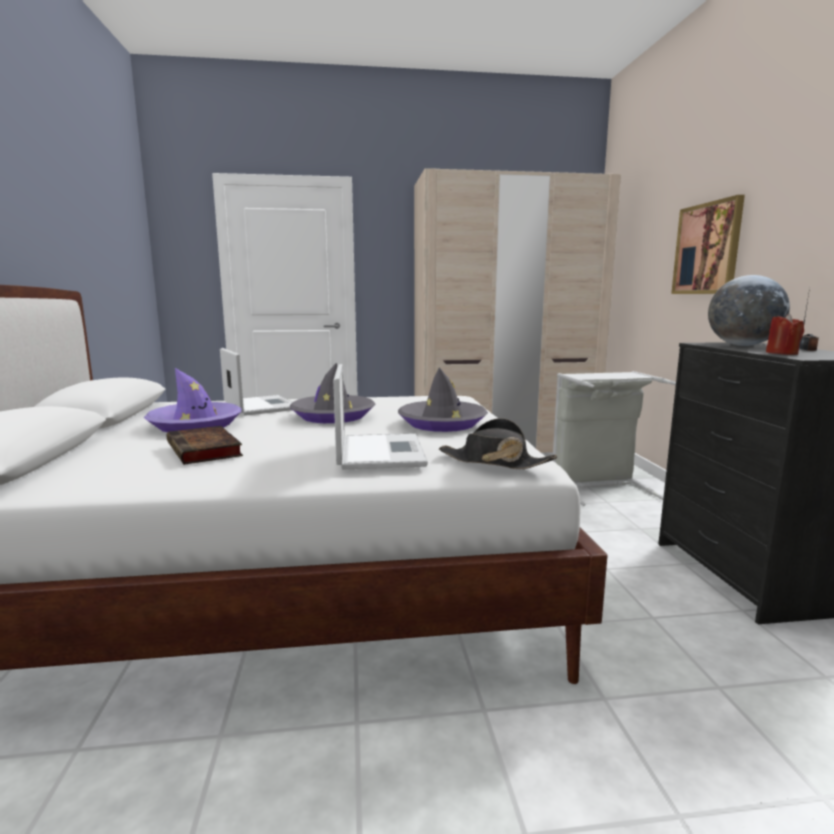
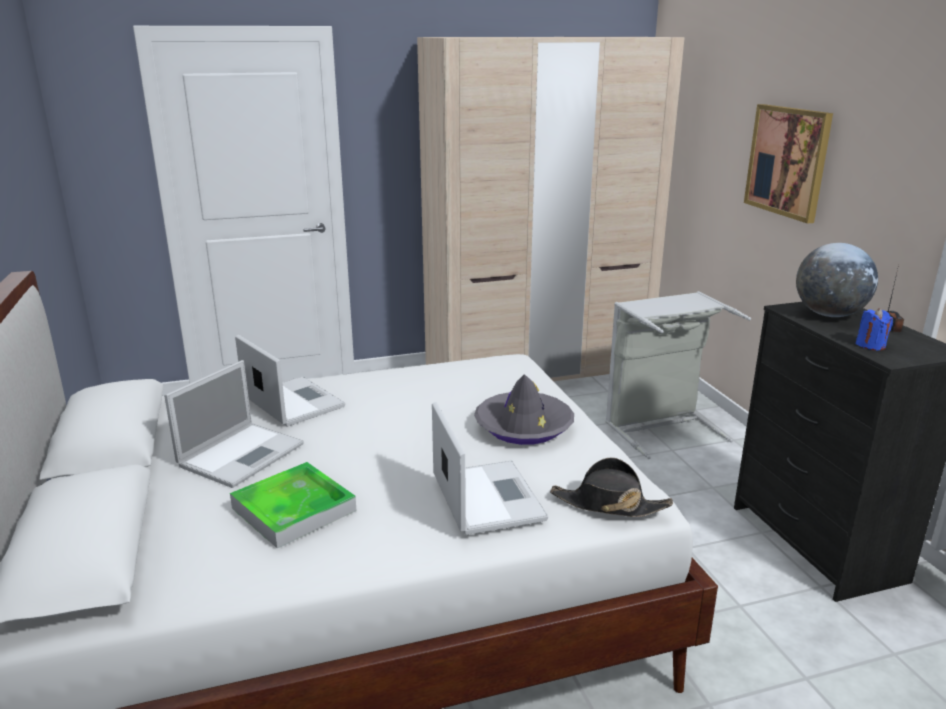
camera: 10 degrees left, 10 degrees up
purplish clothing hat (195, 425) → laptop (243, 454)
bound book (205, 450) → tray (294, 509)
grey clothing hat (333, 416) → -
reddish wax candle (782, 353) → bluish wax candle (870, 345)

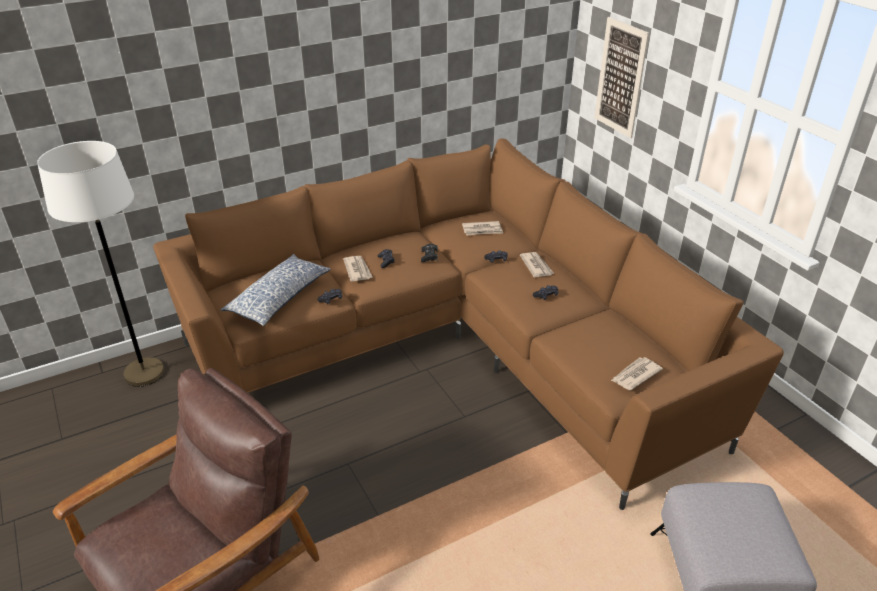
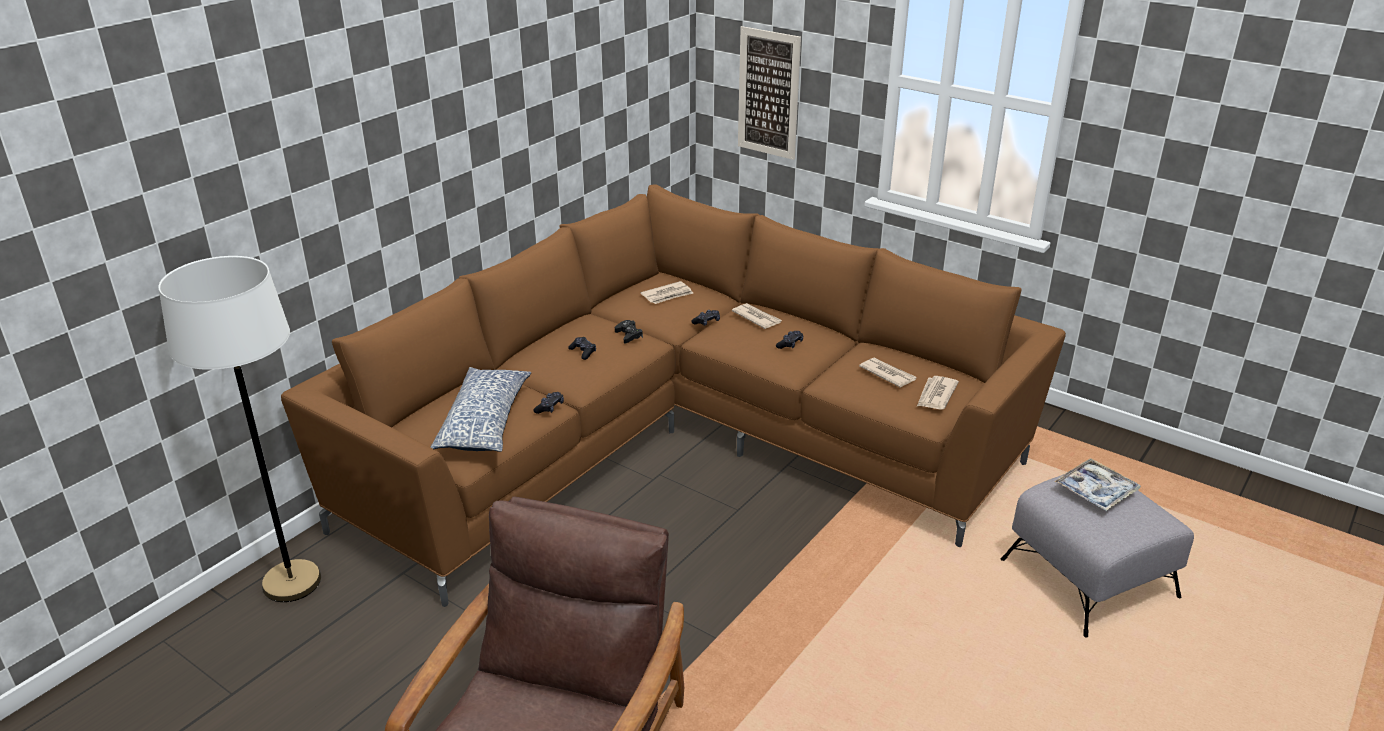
camera: 25 degrees left, 5 degrees down
printed paper (357, 270) → printed paper (887, 374), moved
- → tray (1096, 491)

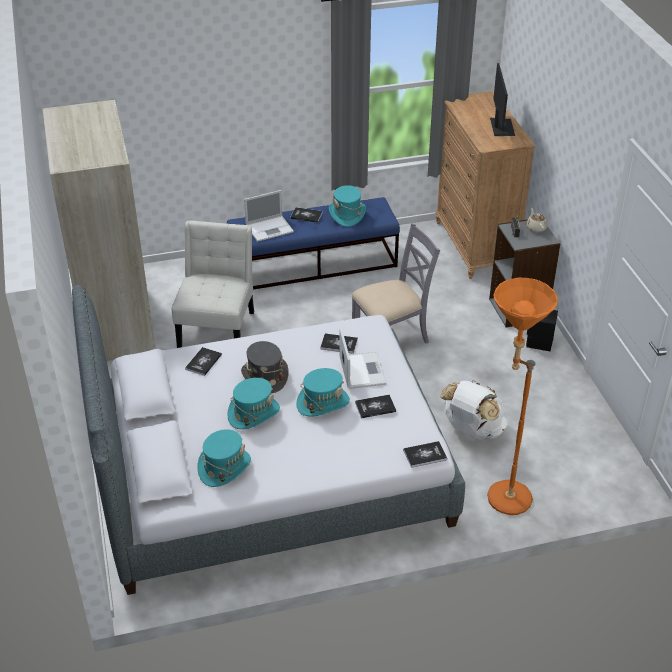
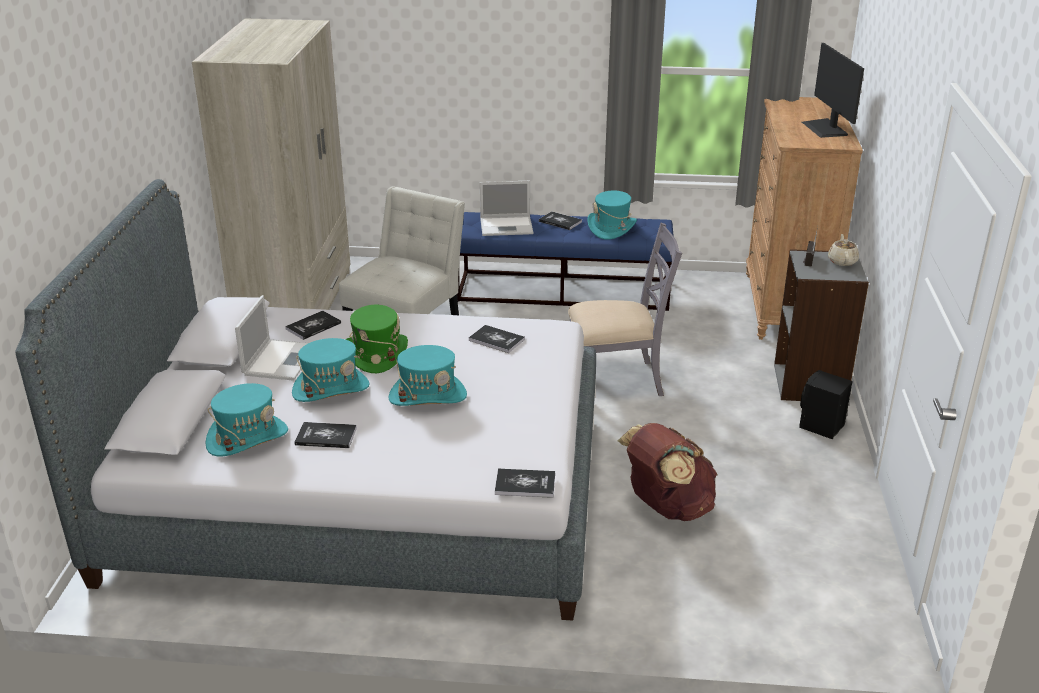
camera: 20 degrees right, 10 degrees down
grey clothing hat (264, 376) → green-coloured clothing hat (376, 354)
laptop (361, 370) → laptop (280, 359), moved
bound book (375, 407) → bound book (326, 436), moved
white-coloured rucksack (472, 430) → brown-coloured rucksack (666, 507)
orange standing lamp (500, 494) → -
computer screen (501, 127) → computer screen (825, 128), 150 degrees clockwise

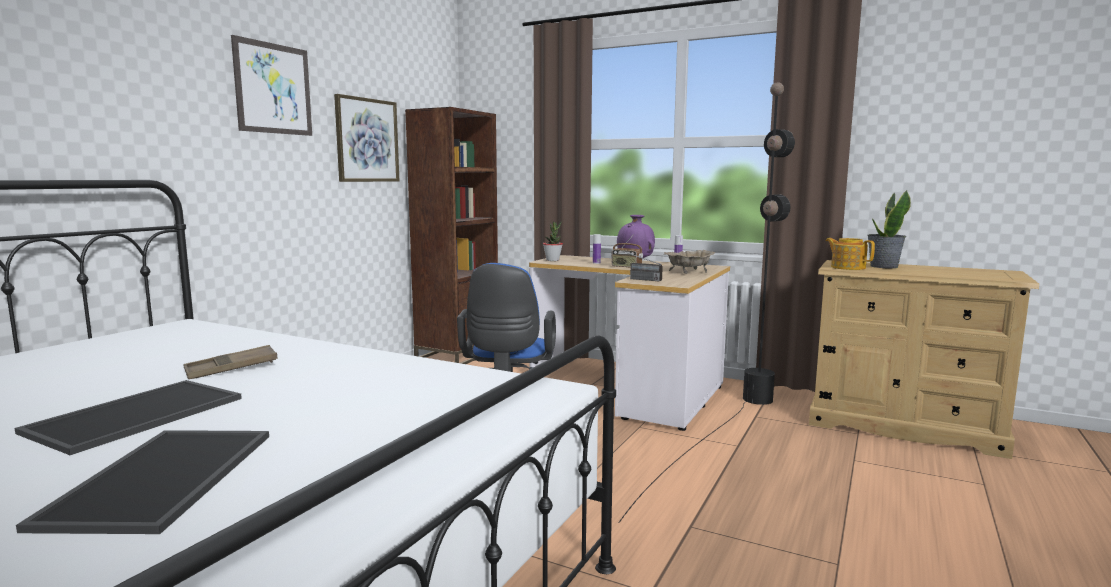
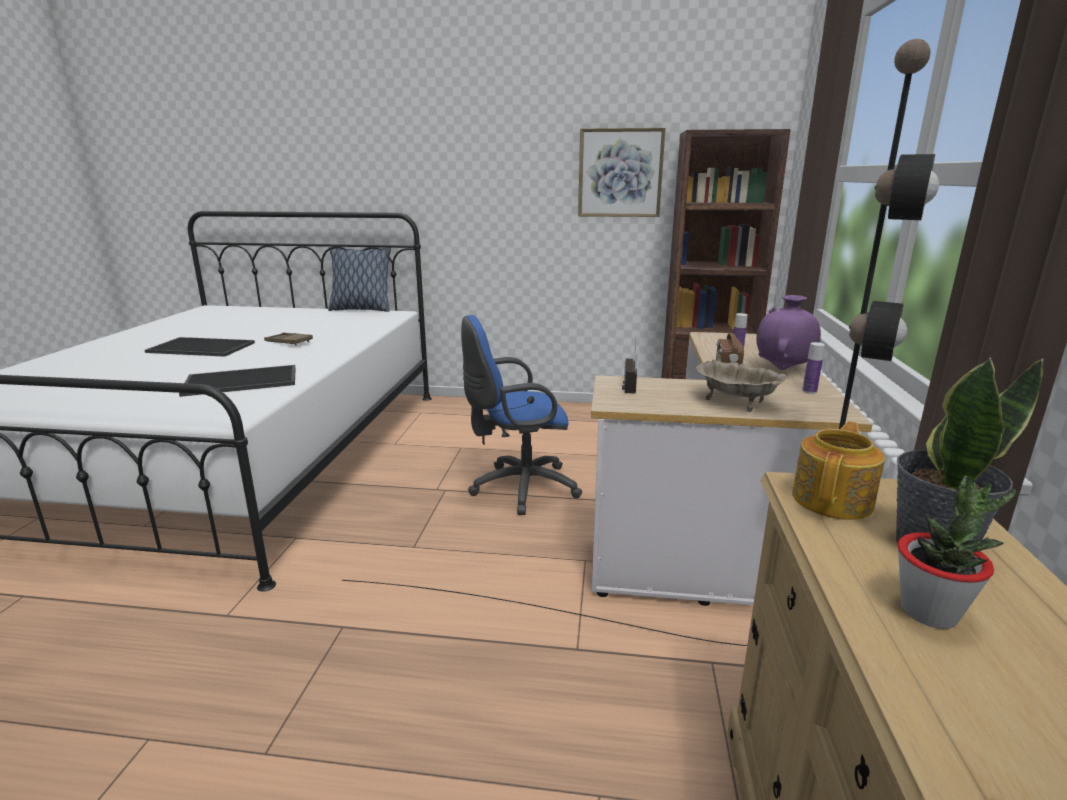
camera: 70 degrees right, 10 degrees up
tray (165, 478) → tray (240, 382), moved
picture (273, 88) → -
houseplant (552, 260) → houseplant (929, 612), moved
- → cushion (361, 309)

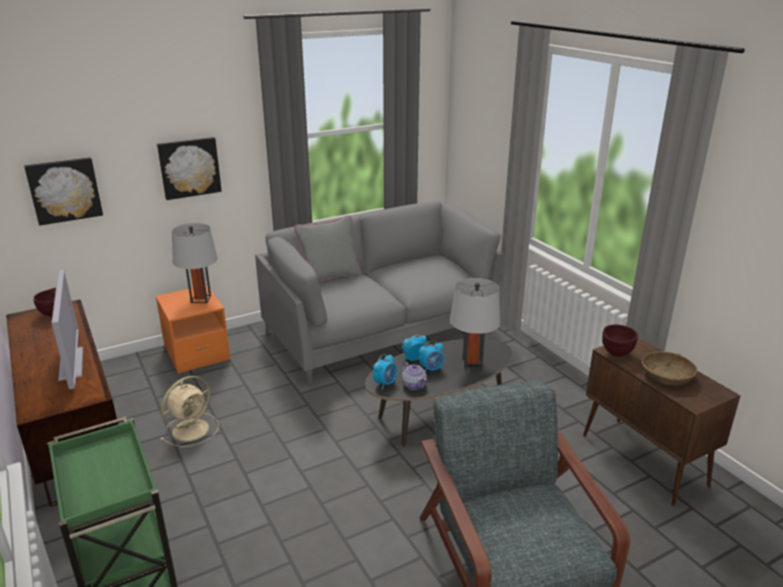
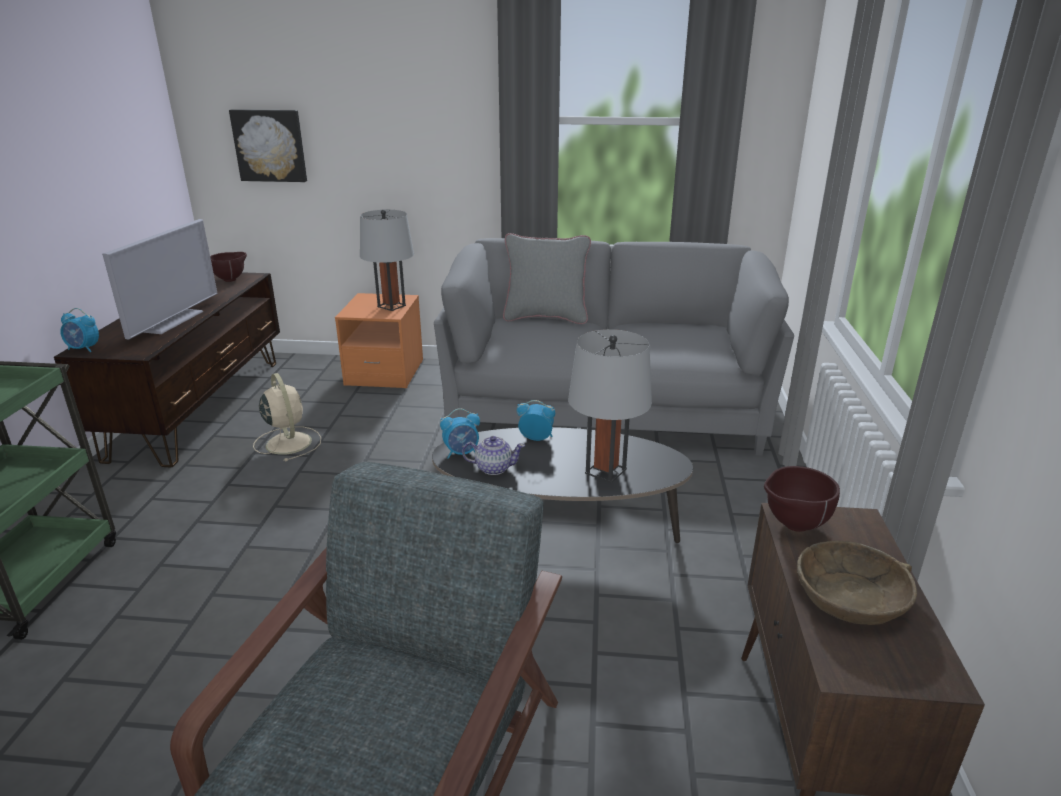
camera: 35 degrees right, 0 degrees up
picture (189, 167) → -
beige electric fan (192, 429) → beige electric fan (288, 442), 105 degrees counterclockwise
tea pot (414, 385) → tea pot (493, 468), 90 degrees counterclockwise
alarm clock (431, 369) → alarm clock (84, 349), moved

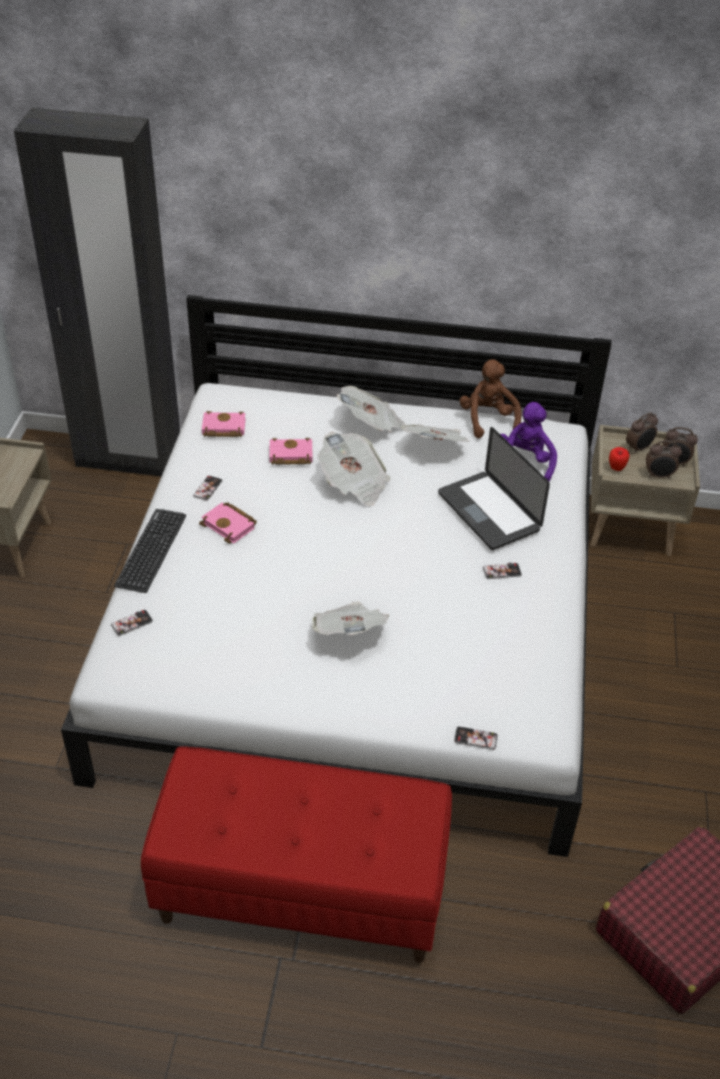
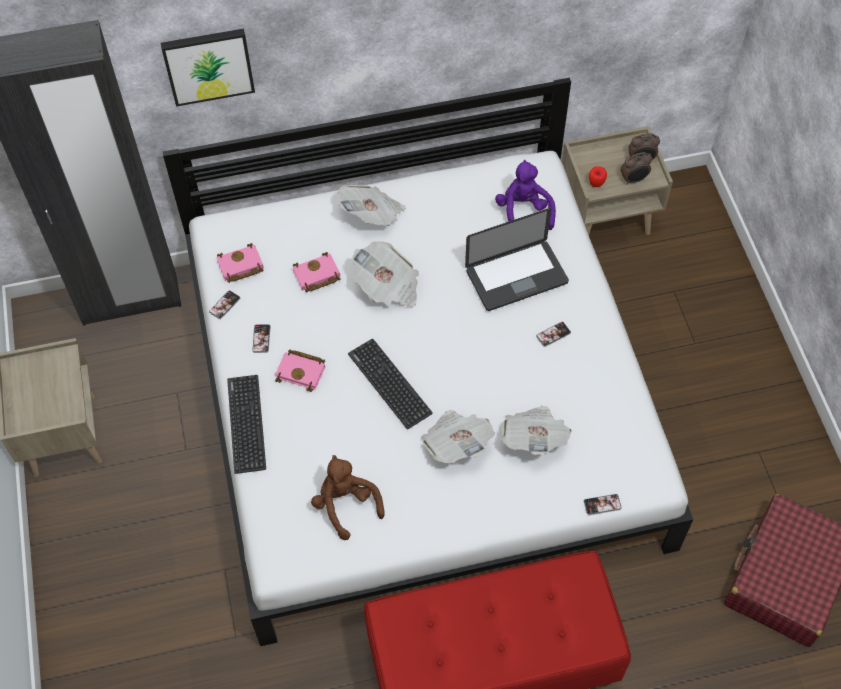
camera: 20 degrees left, 15 degrees up
handset (132, 623) → handset (224, 305), moved
printed paper (436, 447) → printed paper (534, 438), moved
laptop (488, 512) → laptop (516, 276), 60 degrees counterclockwise
brown-coloured cuddly toy (488, 420) → brown-coloured cuddly toy (346, 505), moved
alarm clock (639, 448) → -
- → picture (208, 65)
- → computer keyboard (389, 383)

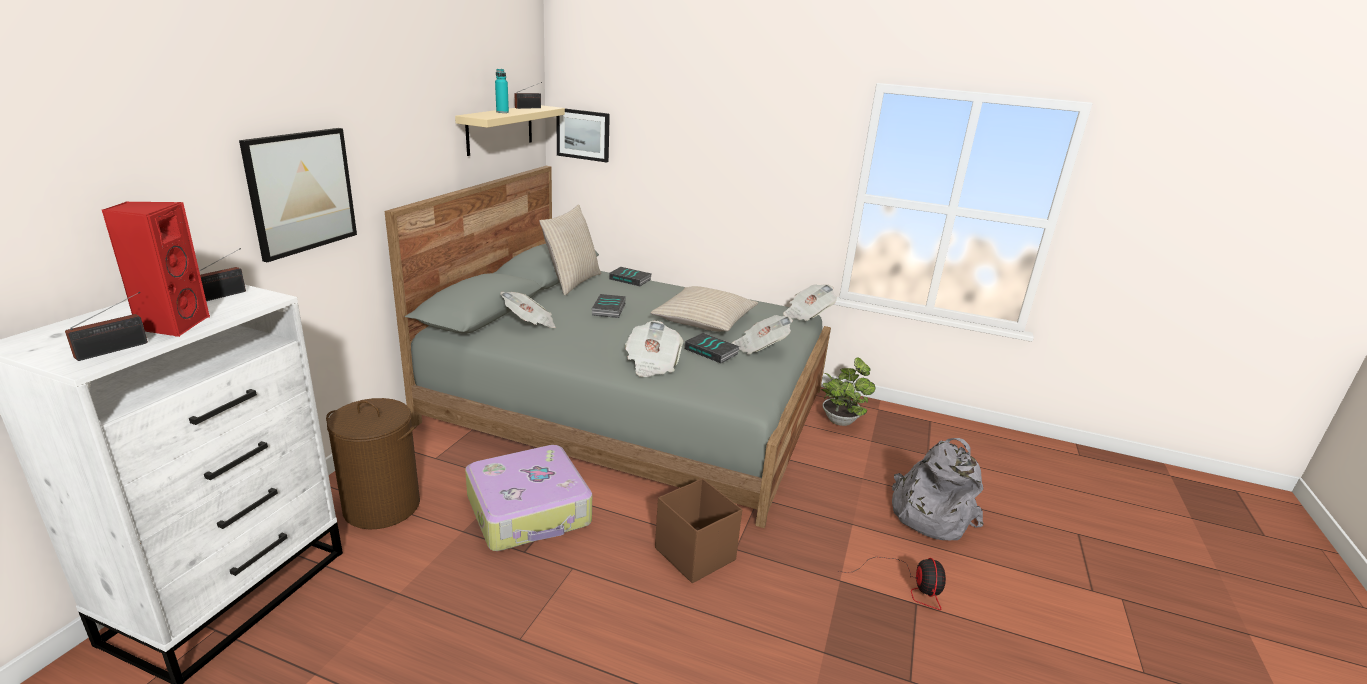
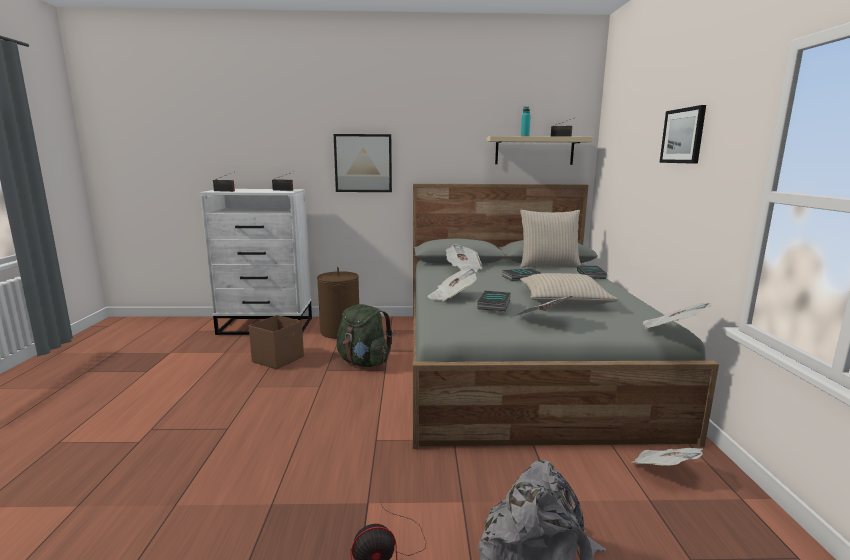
camera: 70 degrees right, 10 degrees down
reddish audio speaker (172, 325) → -
travel case (530, 511) → green-coloured rucksack (363, 362)
picture (583, 134) → picture (683, 136), moved
brown-coloured storage bin (694, 553) → brown-coloured storage bin (279, 359), moved
houseplant (841, 419) → printed paper (663, 470)

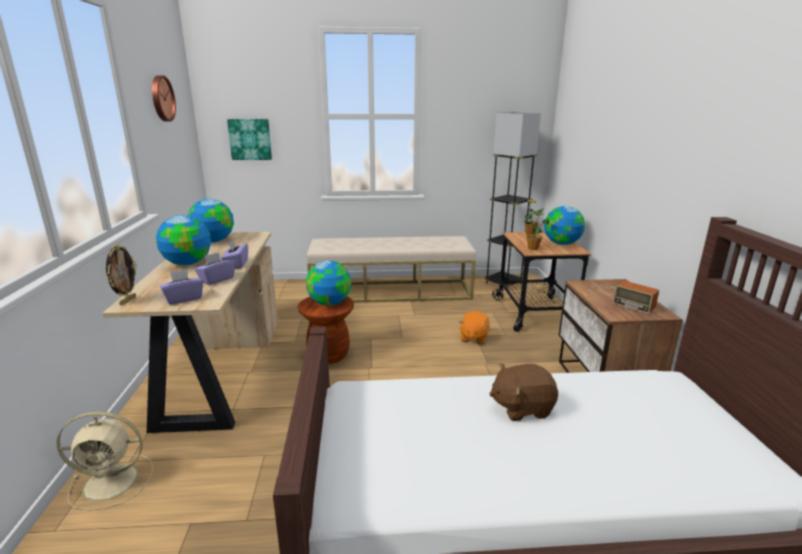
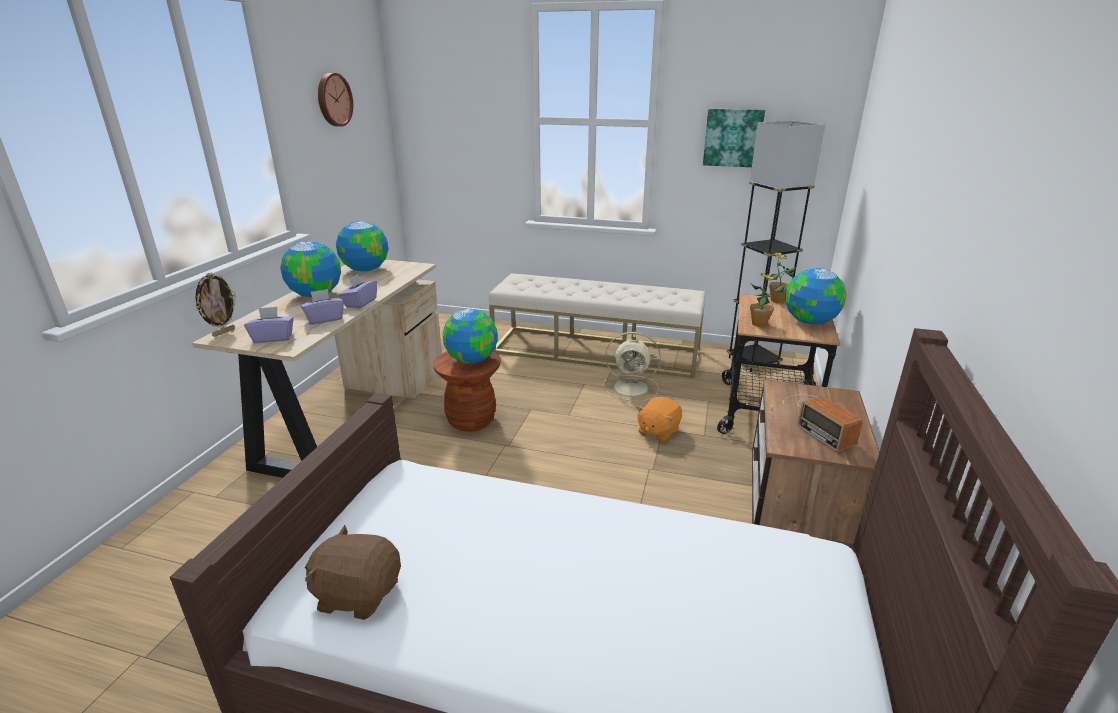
camera: 20 degrees right, 5 degrees up
beige electric fan (113, 481) → beige electric fan (632, 388), moved
picture (250, 139) → picture (733, 137), moved
brown-coloured cuddly toy (521, 407) → brown-coloured cuddly toy (358, 594), moved

